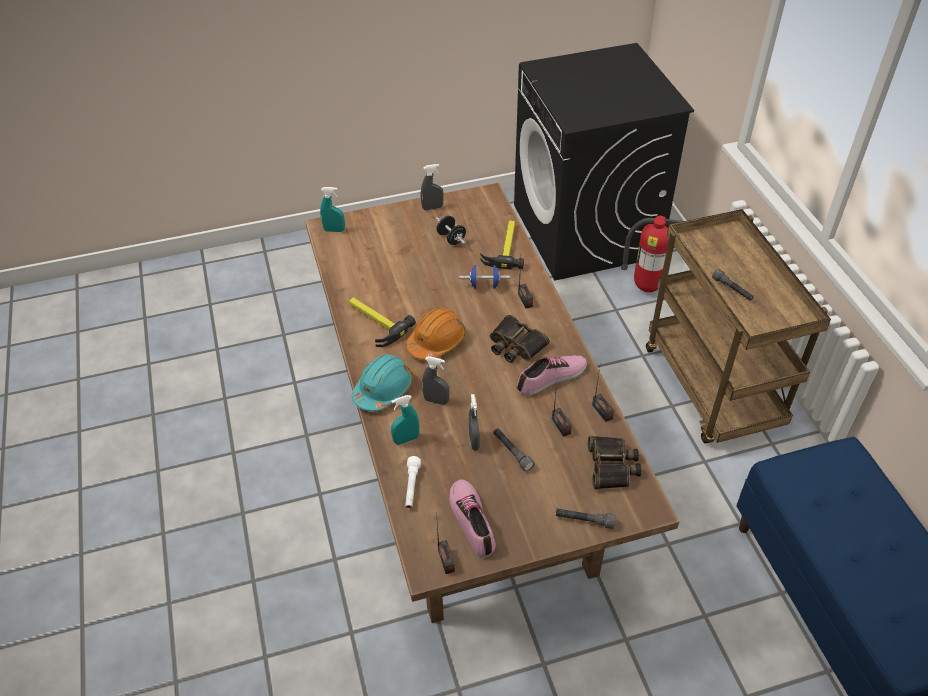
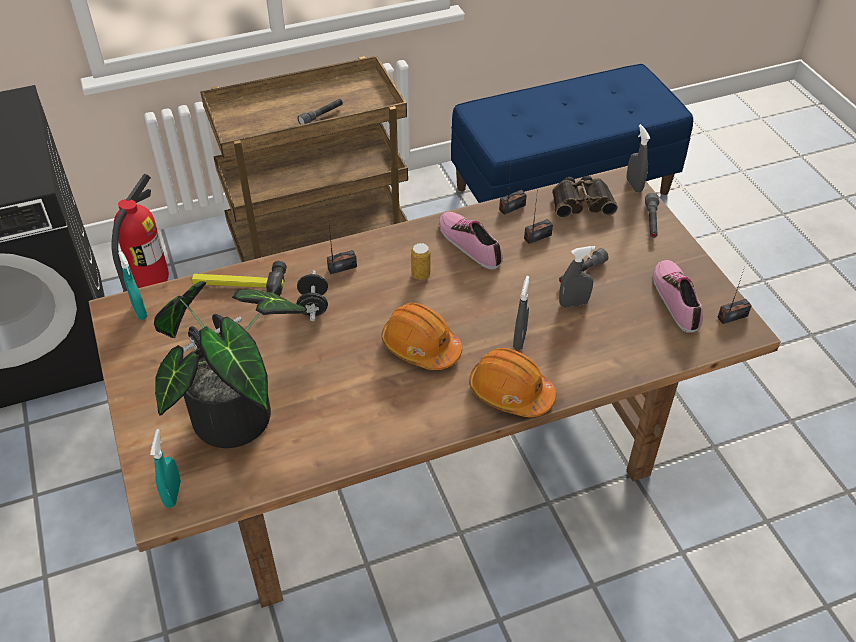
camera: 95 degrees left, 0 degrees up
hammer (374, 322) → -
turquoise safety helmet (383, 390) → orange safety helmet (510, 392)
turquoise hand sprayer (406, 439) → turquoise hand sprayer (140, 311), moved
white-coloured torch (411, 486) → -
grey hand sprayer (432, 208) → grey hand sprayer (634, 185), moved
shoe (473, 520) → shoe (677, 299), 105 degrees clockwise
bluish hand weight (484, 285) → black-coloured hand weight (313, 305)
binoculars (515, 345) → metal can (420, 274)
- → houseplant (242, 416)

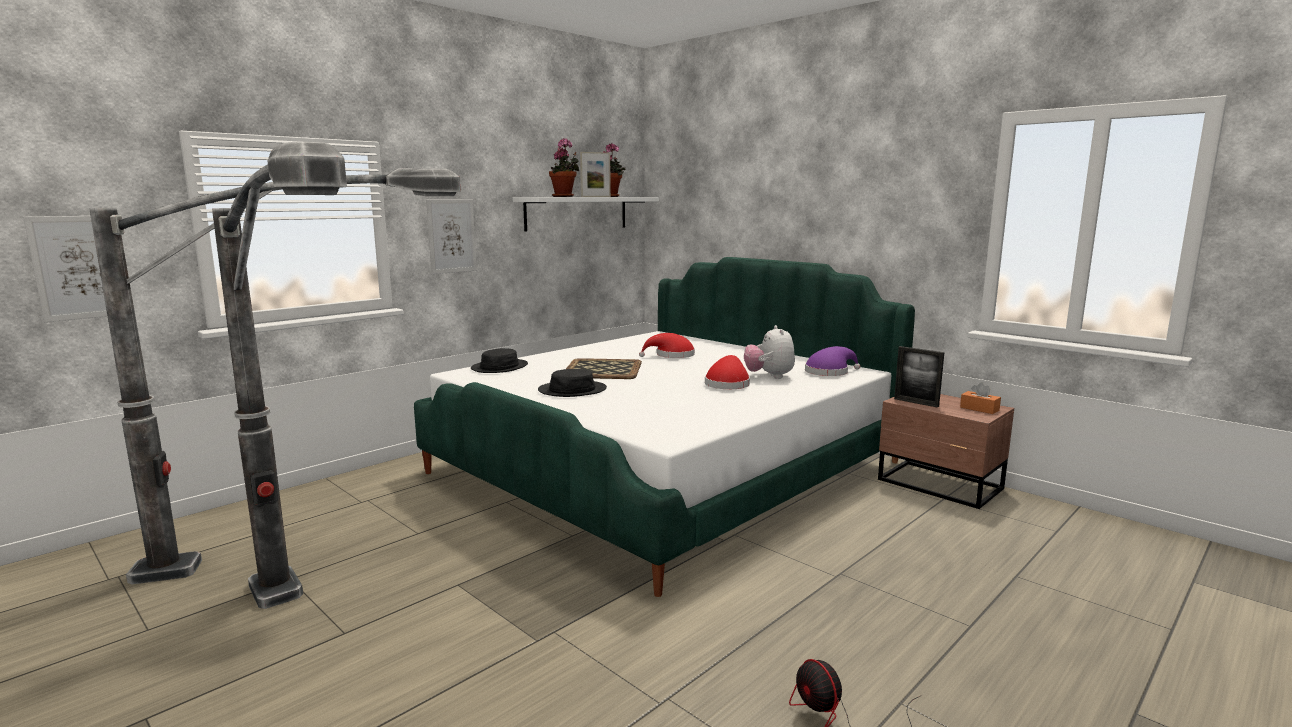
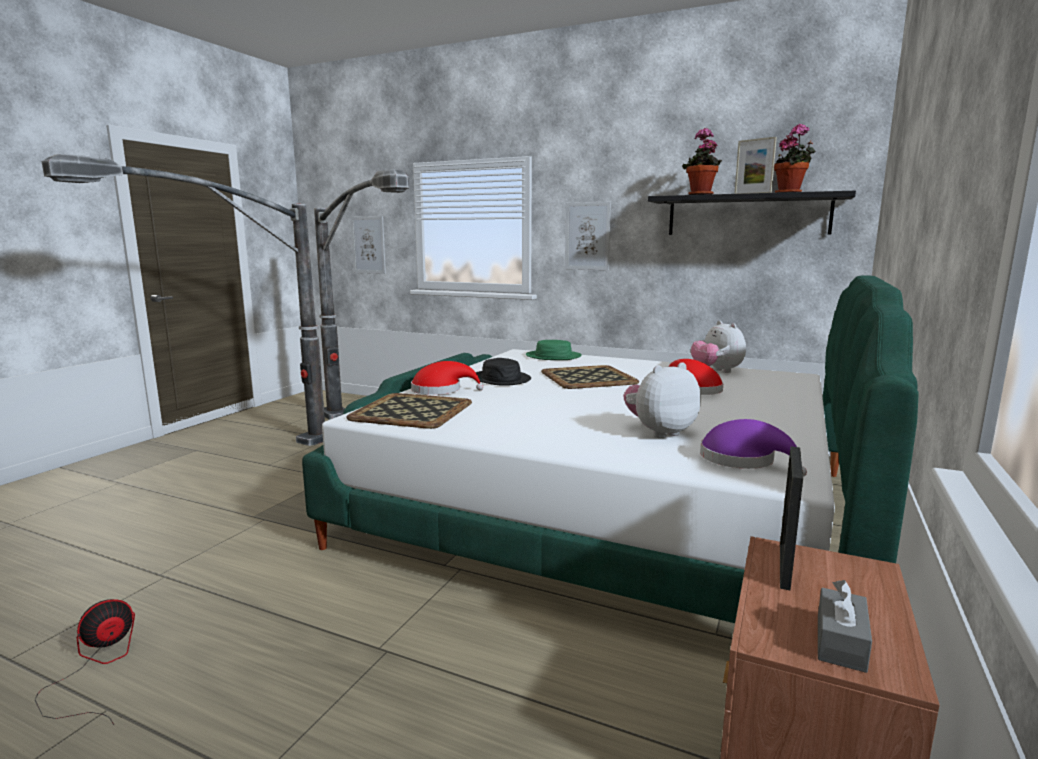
camera: 70 degrees right, 0 degrees up
black-coloured clothing hat (500, 367) → green-coloured clothing hat (553, 356)
white-coloured wall shelf (577, 213) → black-coloured wall shelf (747, 215)
reddish clothing hat (727, 384) → reddish clothing hat (440, 390), moved
orange box of tissues (979, 409) → grey box of tissues (840, 642)
- → tray (411, 411)
- → cuddly toy (716, 371)

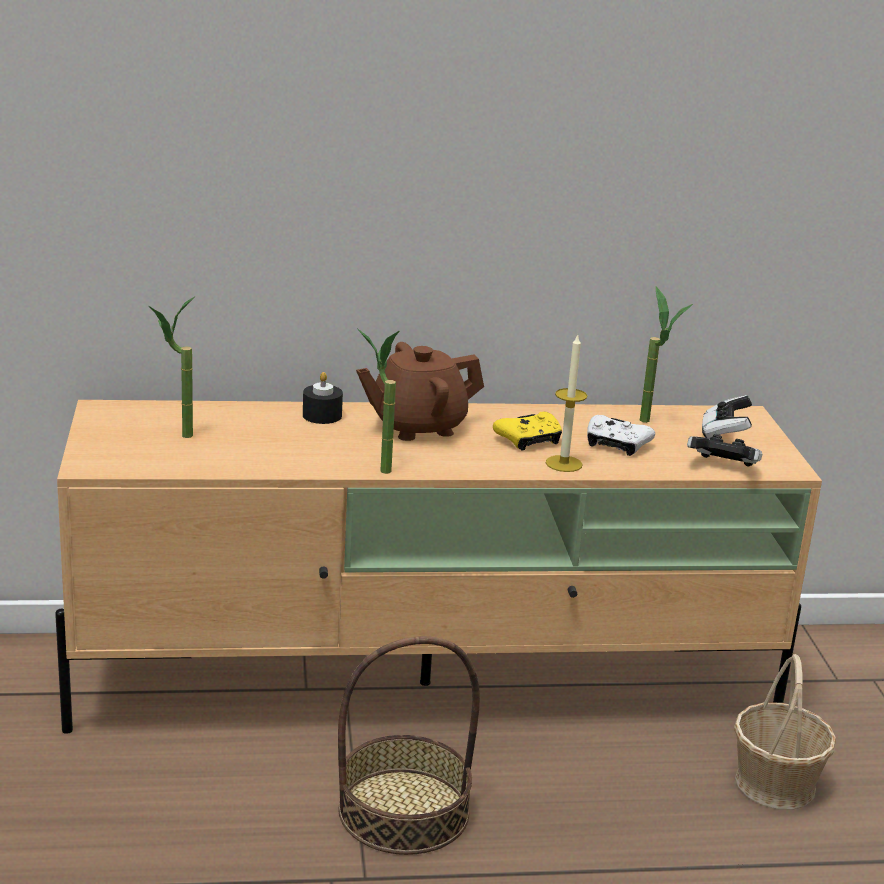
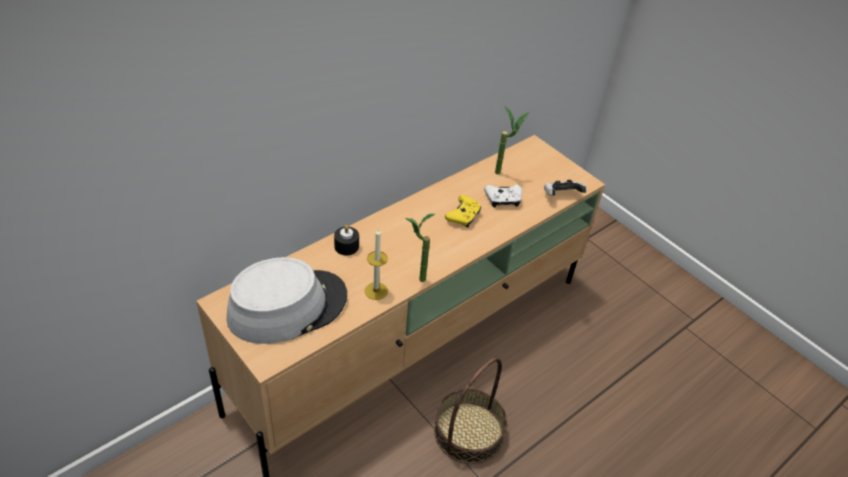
camera: 35 degrees left, 20 degrees up
houseplant (175, 436) → grey clothing hat (287, 306)
brown-coloured tea pot (417, 426) → -
wax candle (564, 463) → wax candle (376, 291), moved
gamepad (724, 435) → -
basket (775, 783) → -

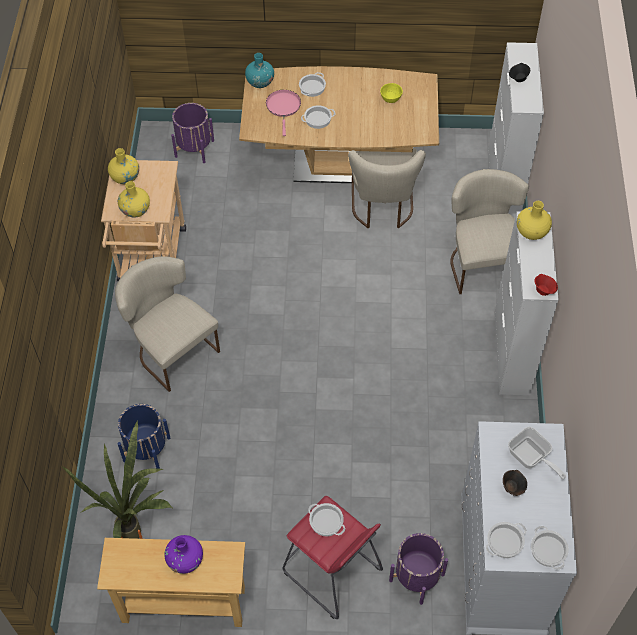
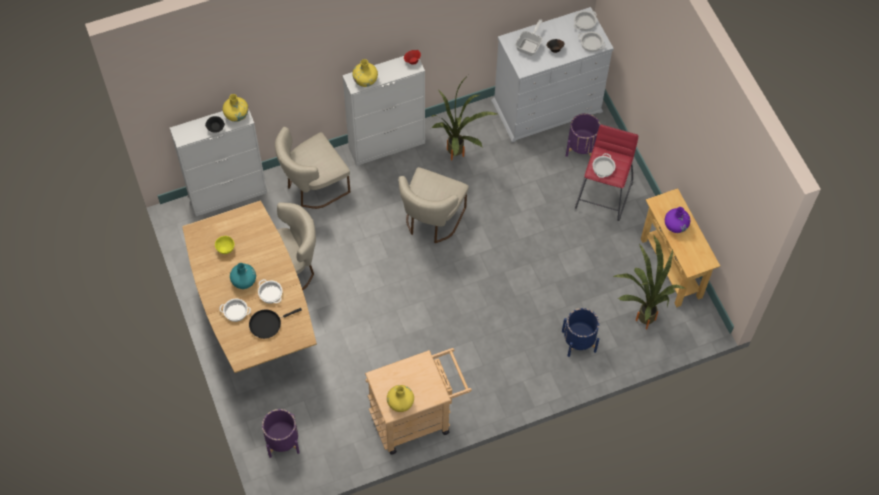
camera: 115 degrees left, 5 degrees up
beige upright chair (171, 349) → beige upright chair (431, 221), moved
yellow-coloured flower vase (135, 210) → yellow-coloured flower vase (236, 115), moved
turquoise flower vase (260, 82) → turquoise flower vase (244, 281), moved
pinkish pan (283, 107) → black-coloured pan (267, 324)
- → houseplant (455, 158)

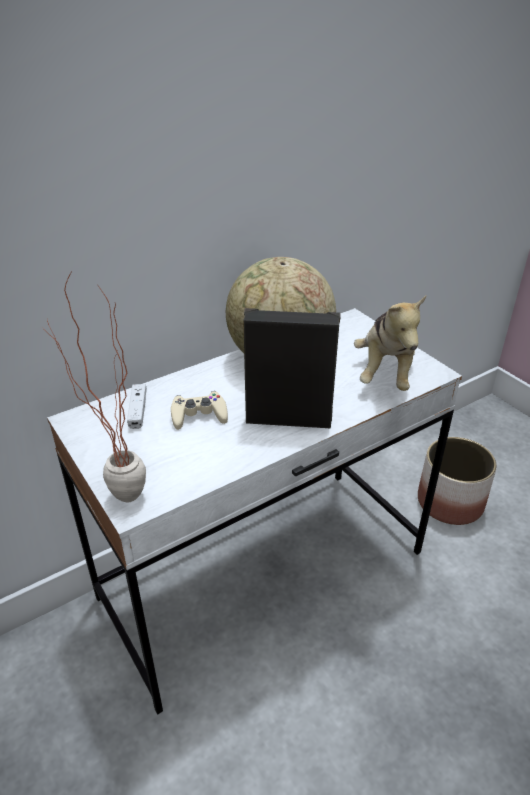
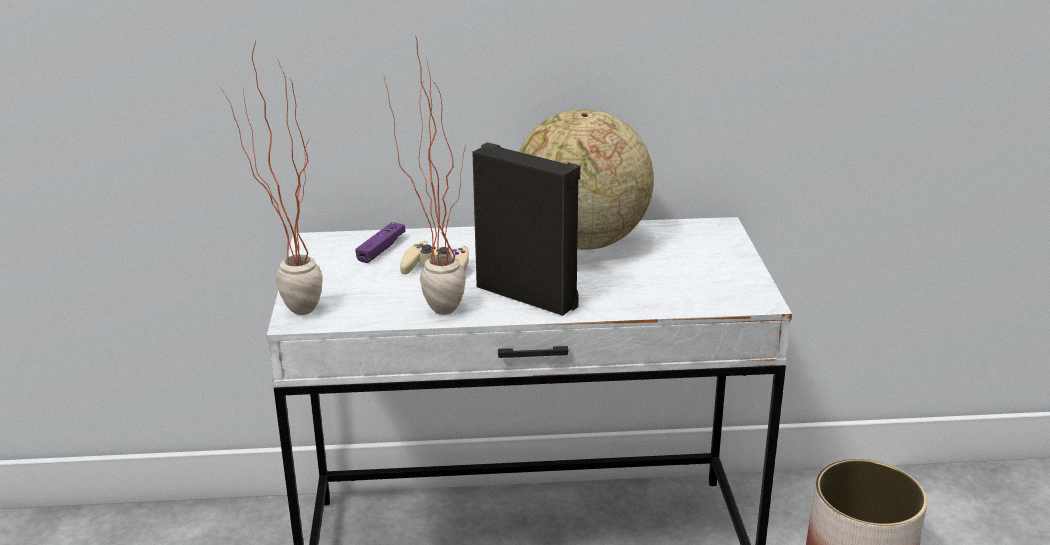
camera: 30 degrees right, 10 degrees down
white-coloured gamepad (138, 411) → purplish gamepad (381, 249)
cuddly toy (386, 371) → -
- → houseplant (434, 305)

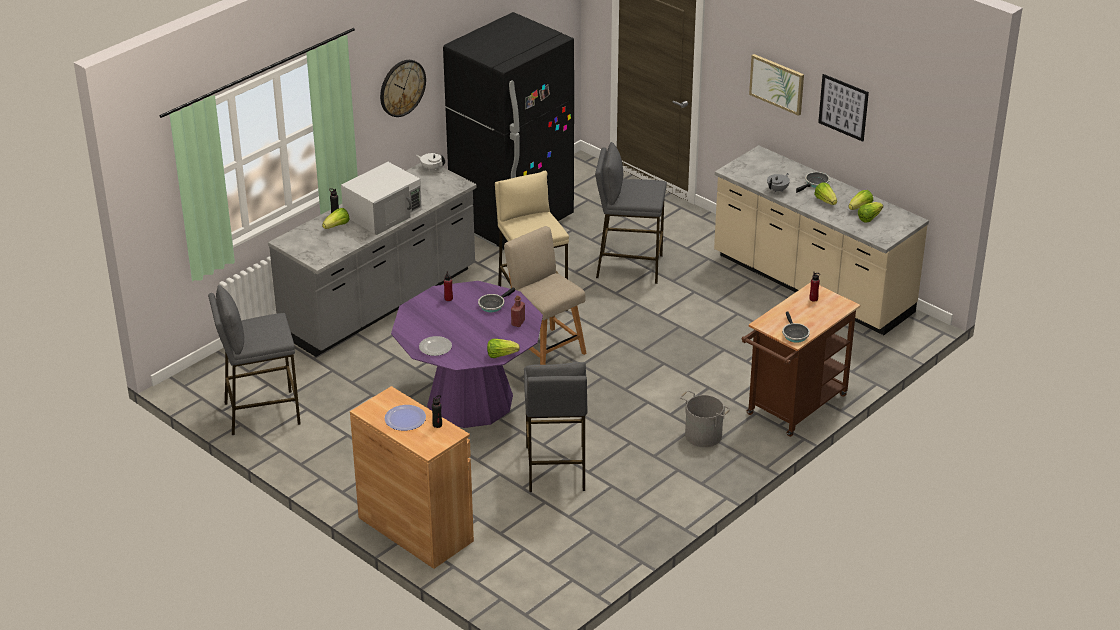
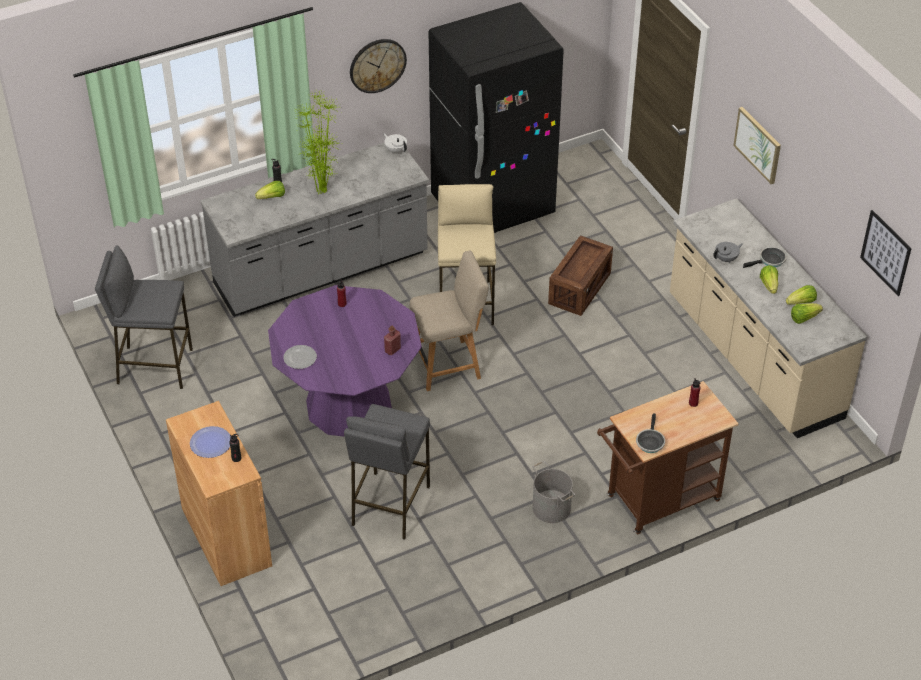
camera: 20 degrees right, 10 degrees up
white-coloured kitchen microwave (383, 213) → houseplant (323, 192)
pan (493, 305) → -
lettuce head (501, 355) → -
beige upright chair (545, 349) → beige upright chair (449, 364), 90 degrees clockwise
grey stool seat (629, 266) → packing crate (579, 288)
picture (843, 107) → picture (885, 252), moved

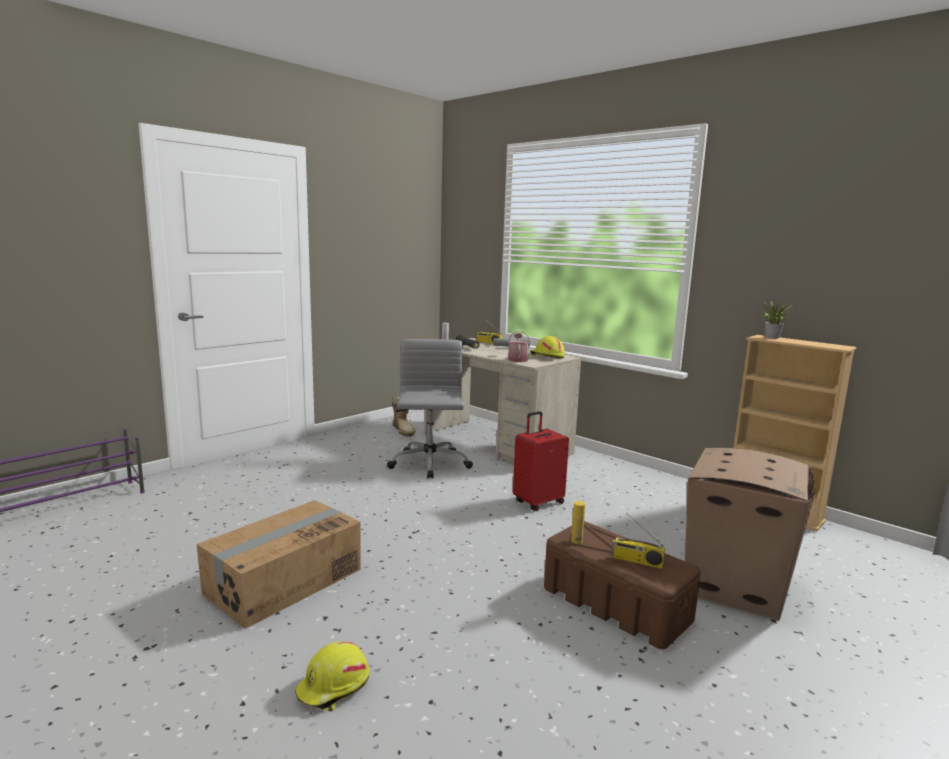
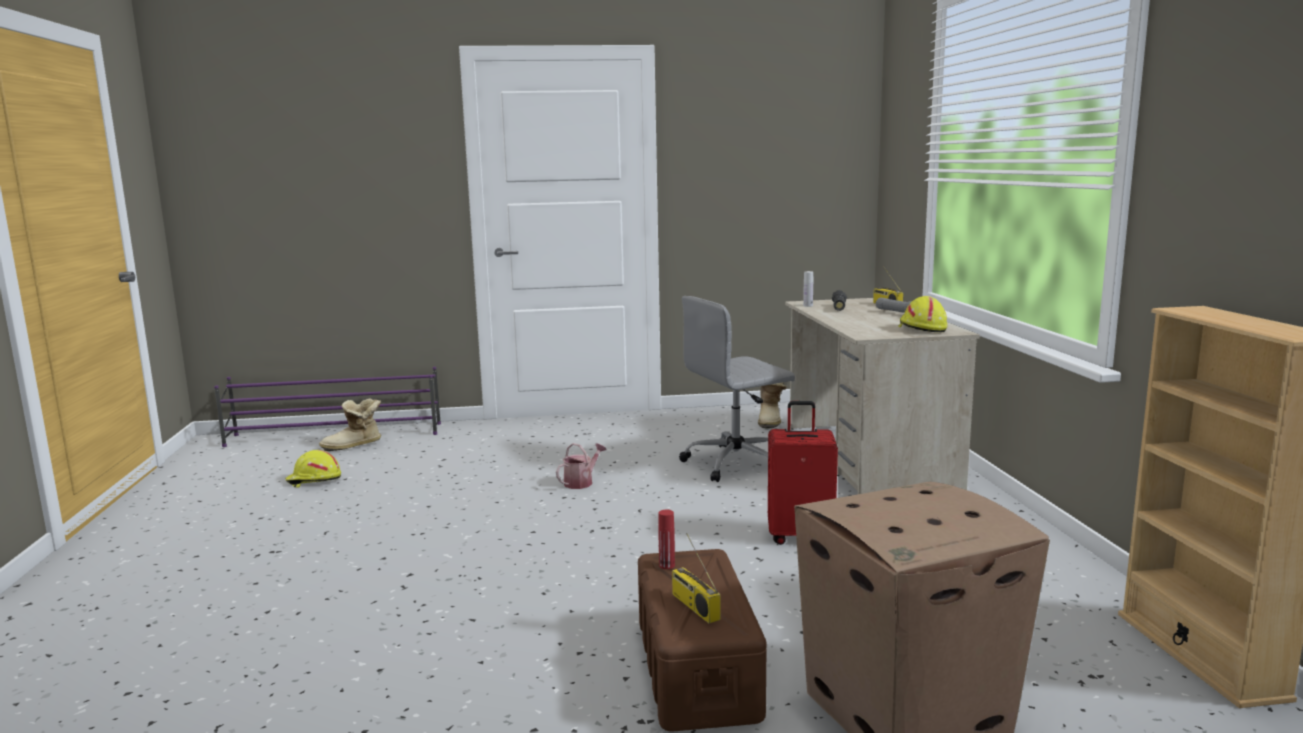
camera: 40 degrees right, 0 degrees up
carton (283, 581) → -
yellow-coloured safety helmet (334, 688) → yellow-coloured safety helmet (313, 480), moved
grey office chair (429, 464) → grey office chair (737, 464), 150 degrees counterclockwise
sprinkling can (517, 359) → sprinkling can (581, 482), moved
yellow-coloured bottle (576, 541) → reddish bottle (667, 565)
houseplant (771, 337) → -
- → tall boot (354, 446)

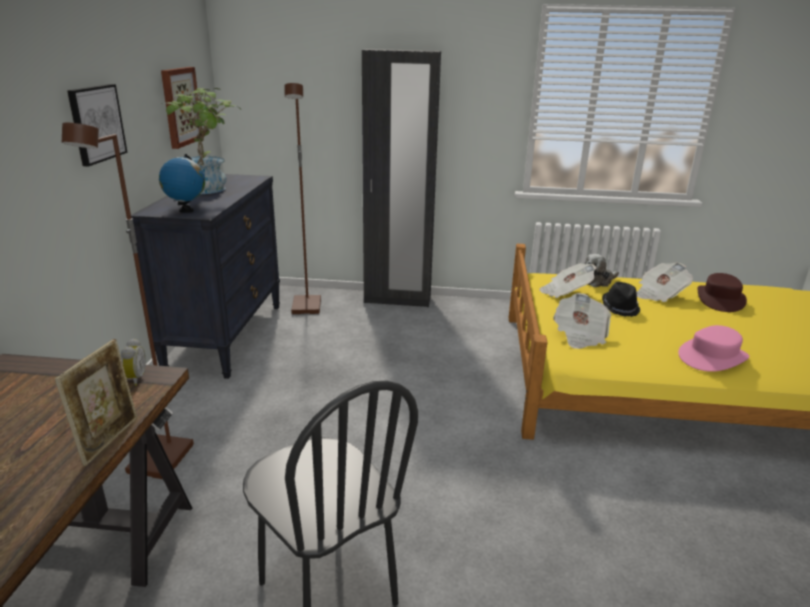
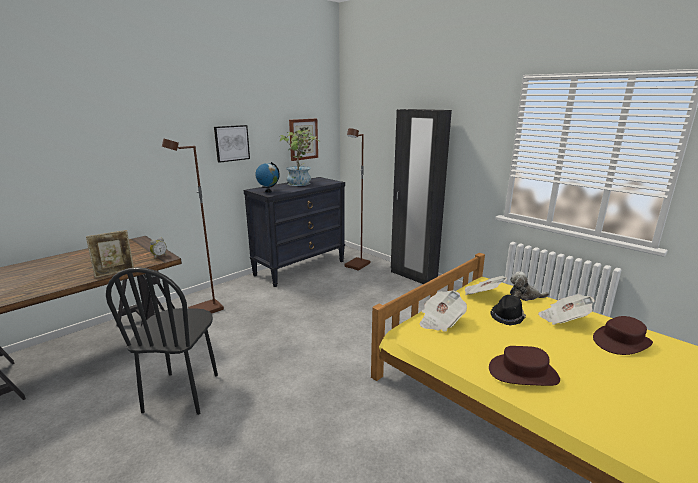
camera: 40 degrees right, 5 degrees down
pinkish clothing hat (713, 357) → brown-coloured clothing hat (523, 373)

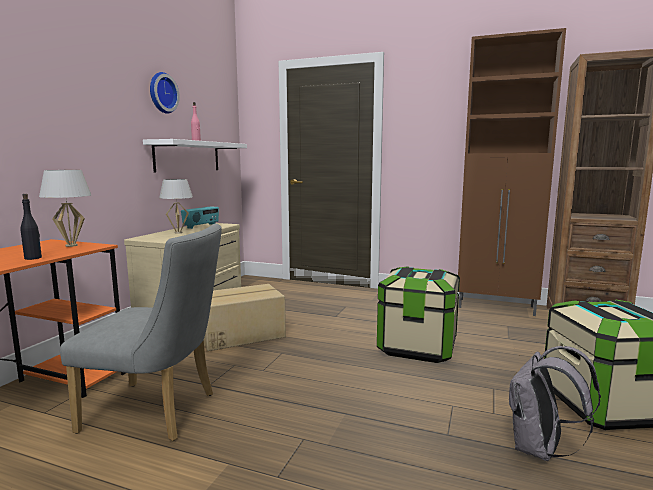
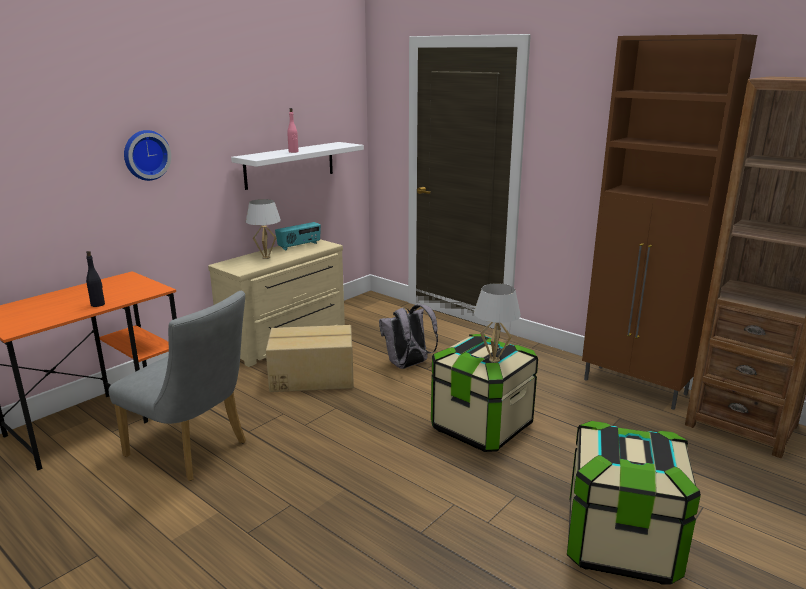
camera: 20 degrees right, 10 degrees up
white-coloured lamp for a table (71, 245) → white-coloured lamp for a table (494, 360), moved
wall clock (161, 93) → wall clock (145, 155), moved
grey rucksack (540, 449) → grey rucksack (408, 365), moved

